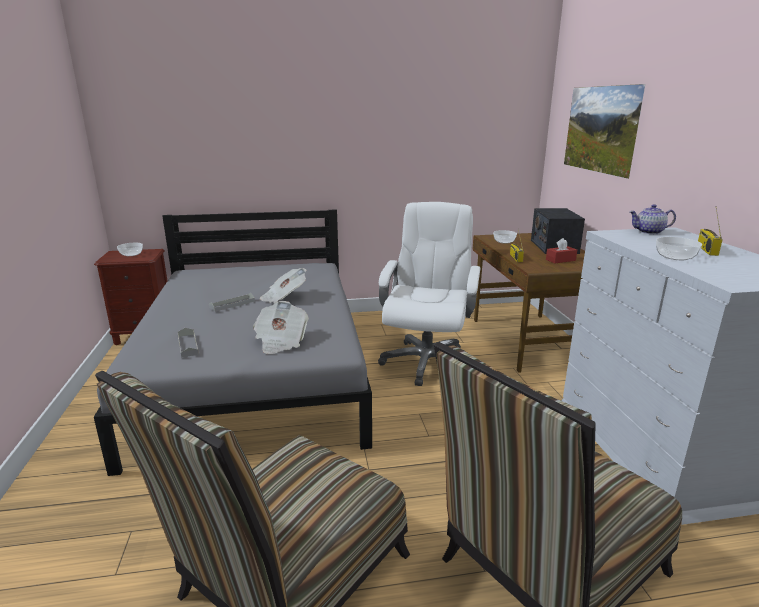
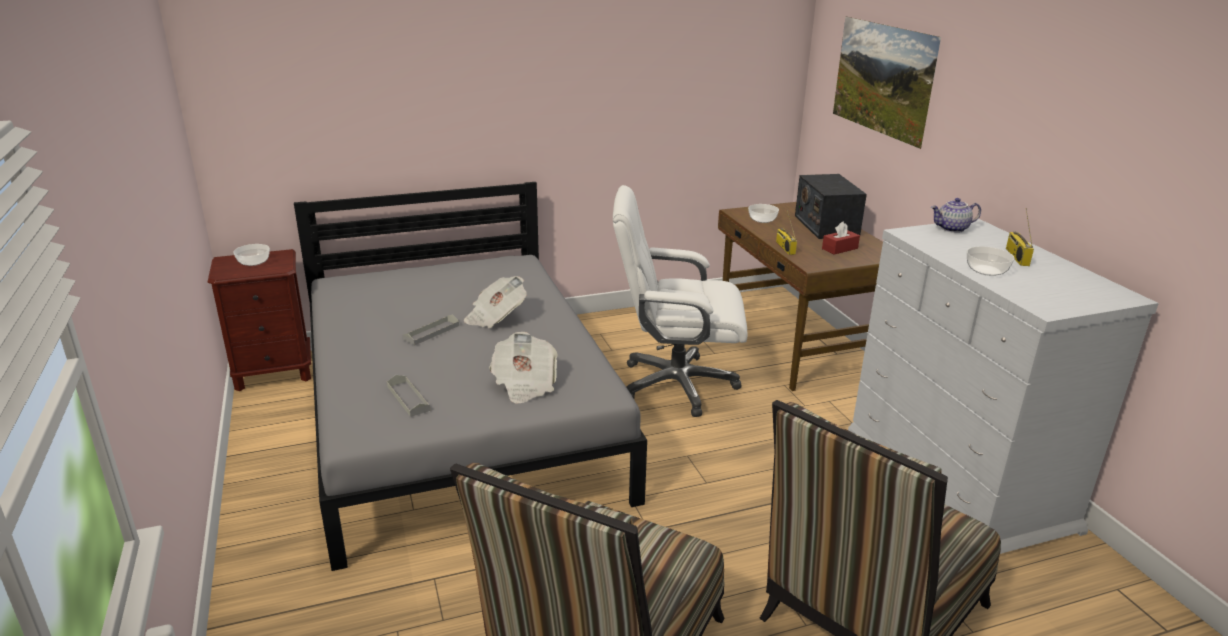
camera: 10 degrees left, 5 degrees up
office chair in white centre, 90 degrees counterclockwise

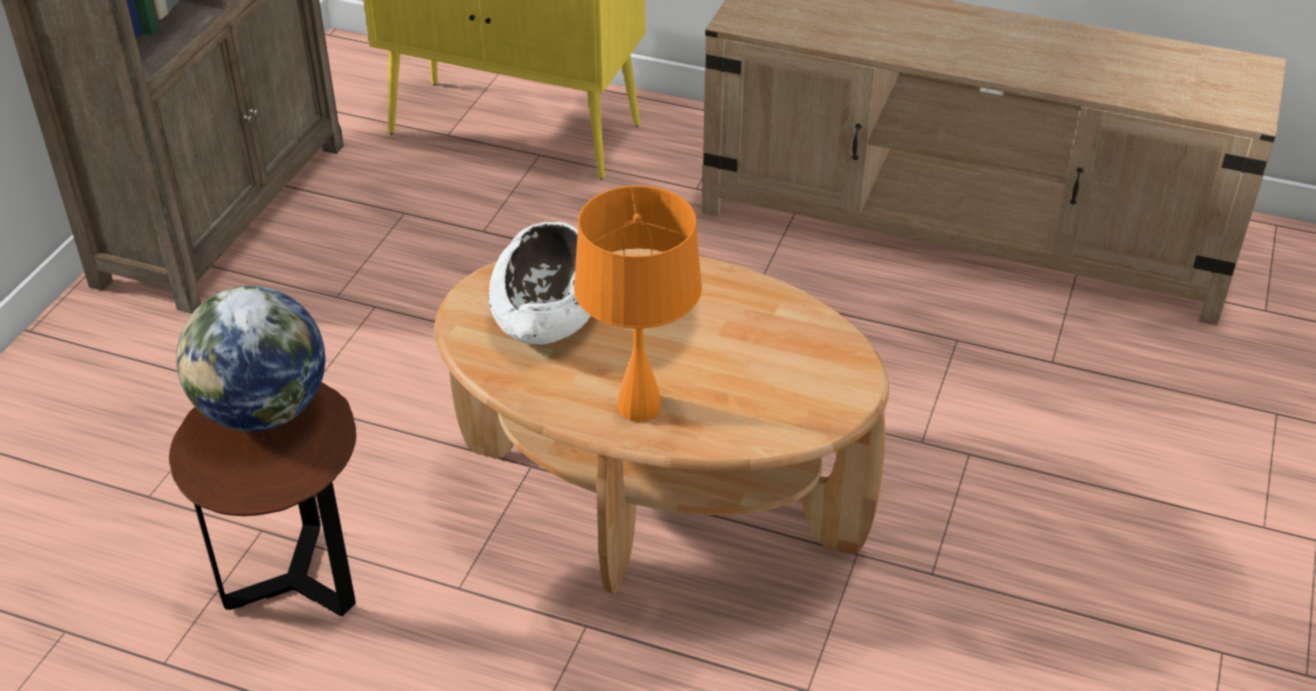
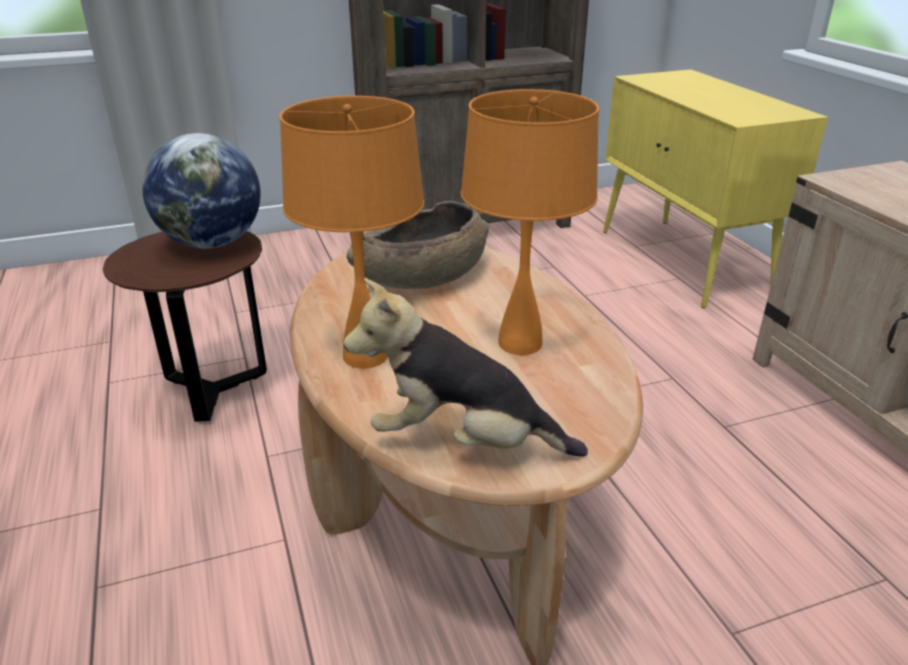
camera: 50 degrees right, 10 degrees down
none -> plush toy centre
none -> table lamp in orange (no. 2 from left) centre
bowl in white centre -> bowl in brown centre

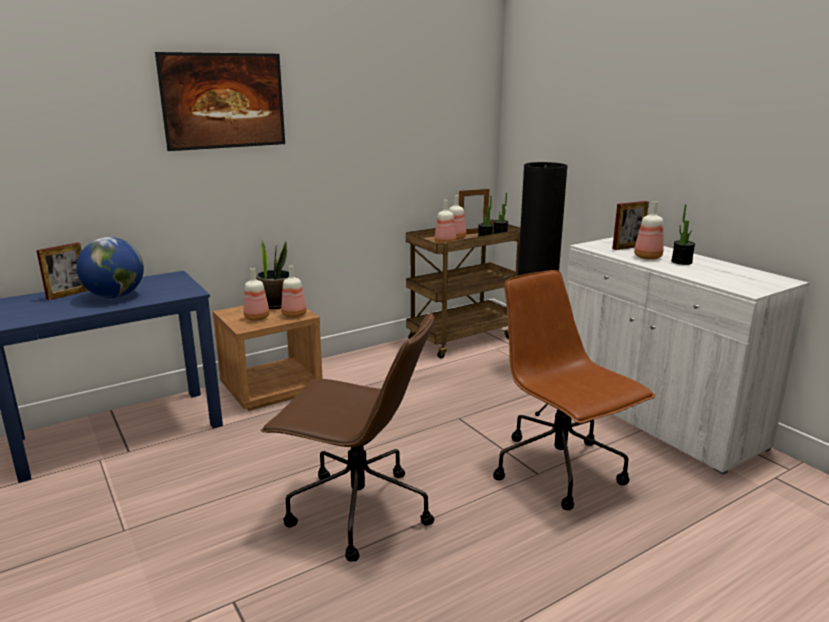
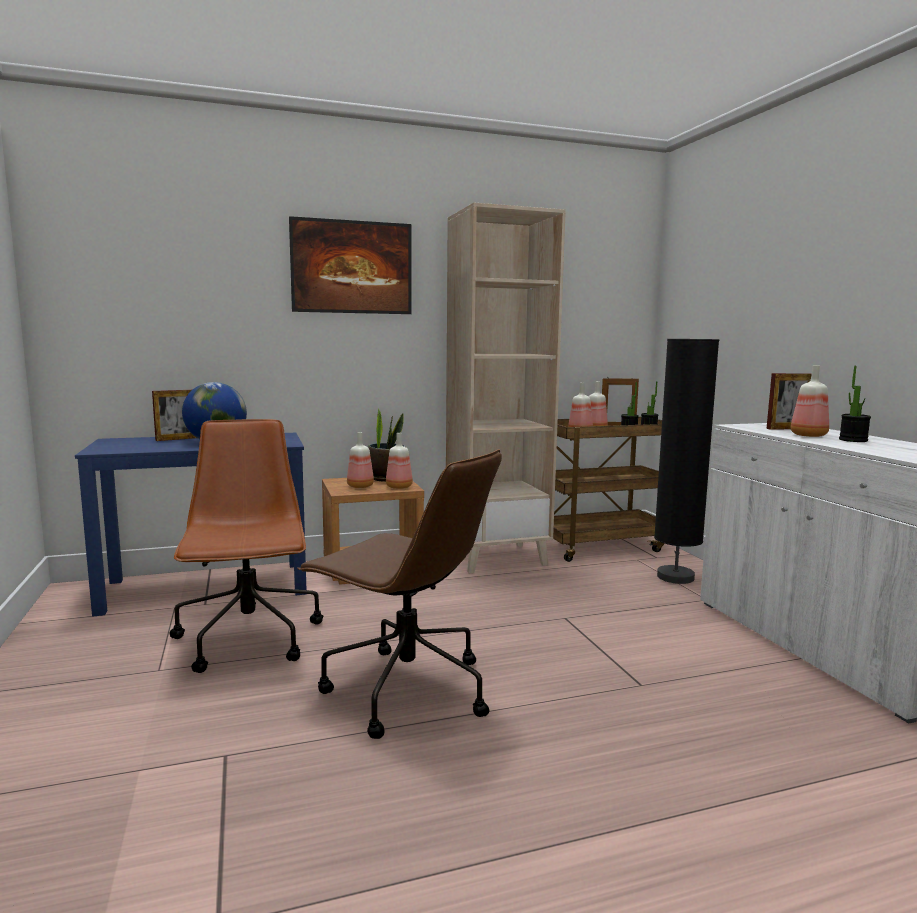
camera: 15 degrees right, 10 degrees down
none -> bookcase in beige centre
office chair in brown (no. 2 from left in the first image) middle right -> office chair in brown (no. 1 from left) middle left, shifted

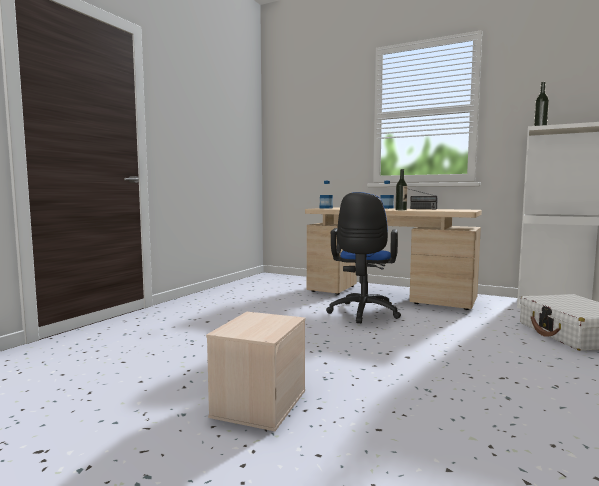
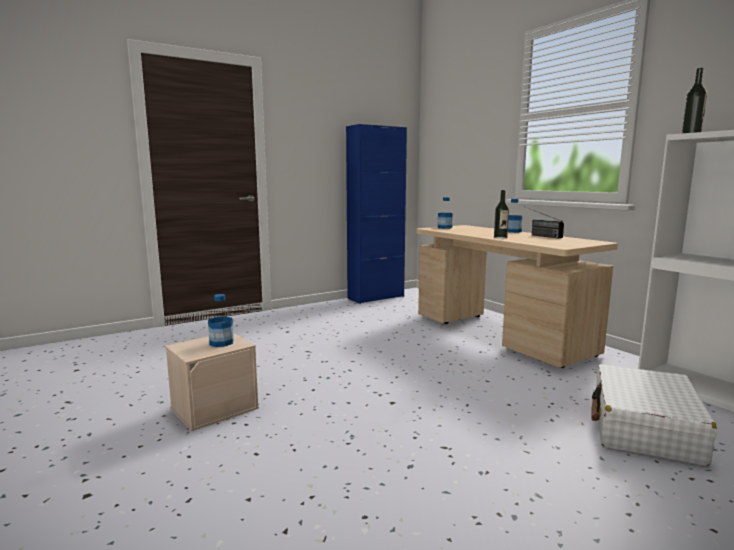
camera: 30 degrees right, 5 degrees up
office chair in blue centre -> none
none -> bottle (no. 1 from left) middle left
none -> cabinet in blue centre

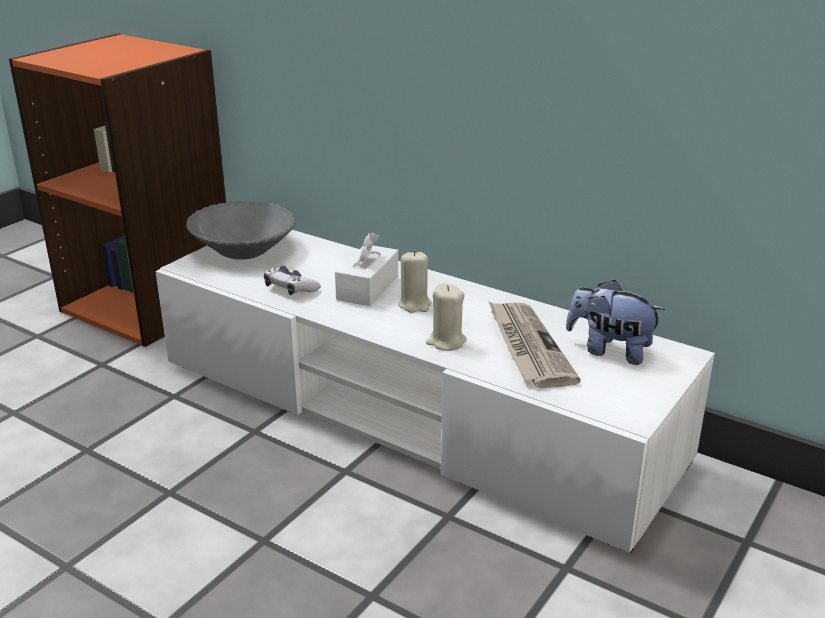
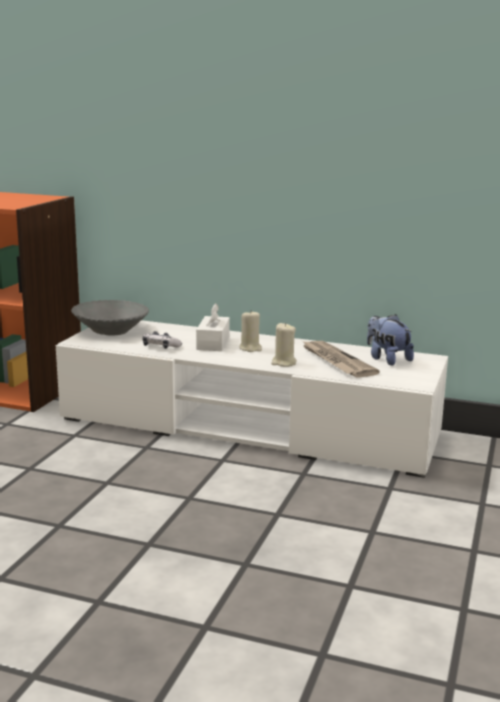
camera: 15 degrees left, 10 degrees down
plush toy middle right, 45 degrees clockwise

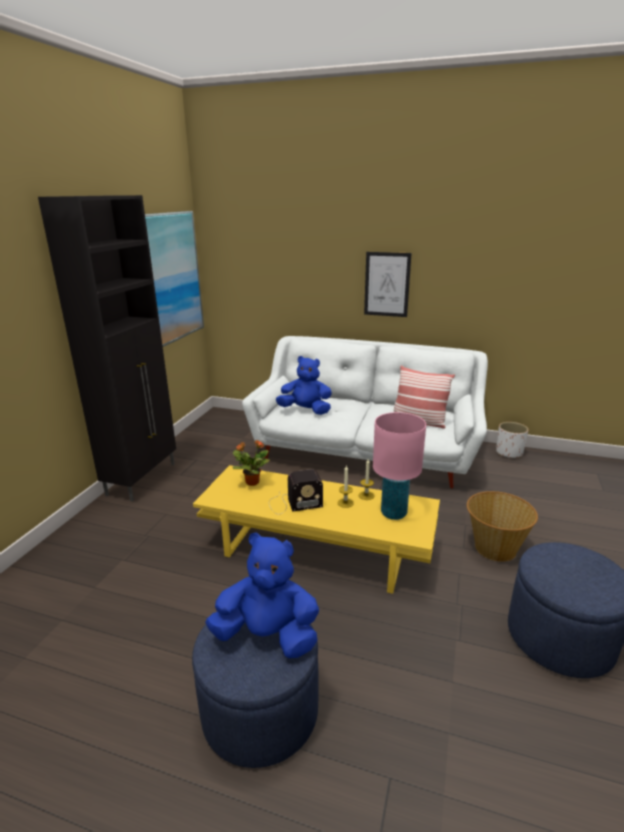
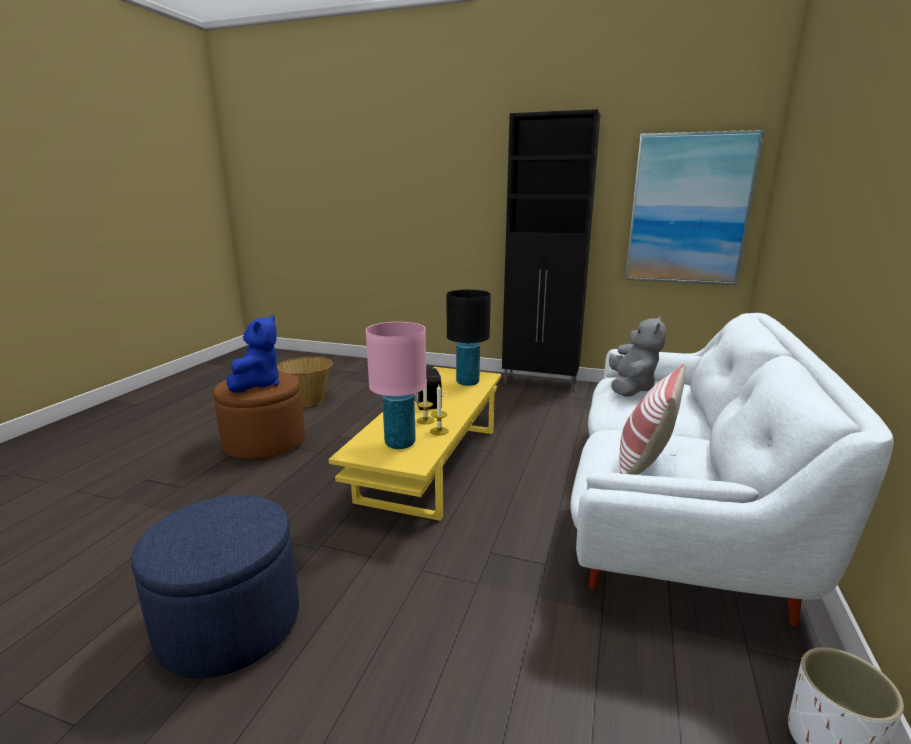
camera: 90 degrees right, 5 degrees down
picture (no. 2 from left) centre -> none
basket middle right -> basket centre, shifted
potted plant centre -> table lamp in black centre
ottoman in blue (no. 1 from left) bottom centre -> ottoman in brown middle left
plush toy in blue (no. 2 from left) centre -> plush toy in grey middle right

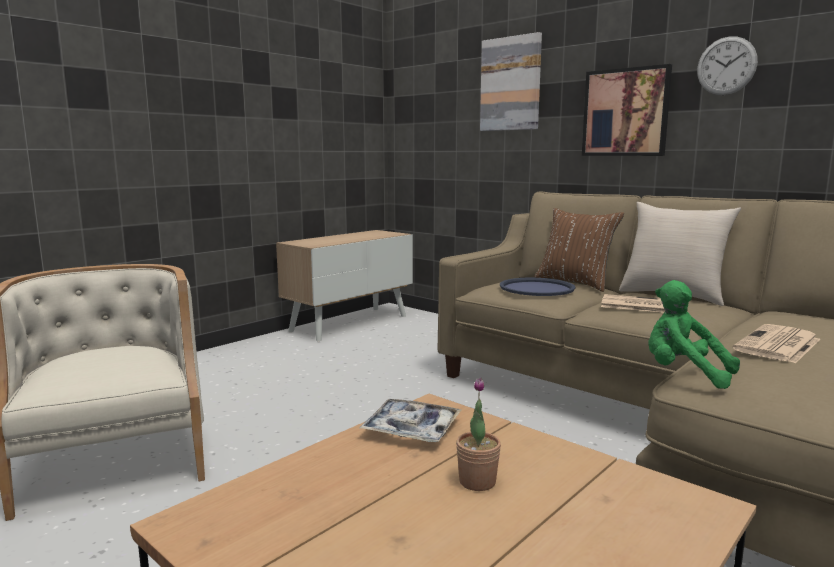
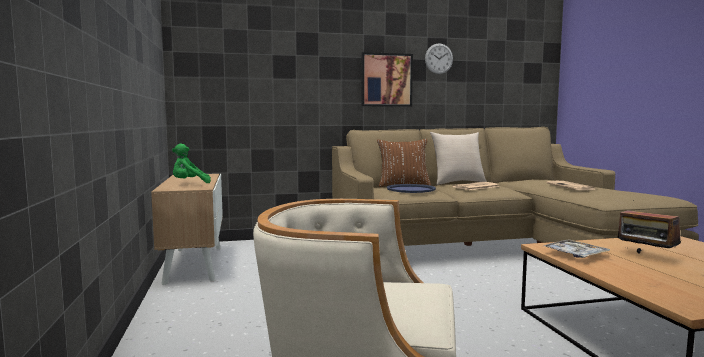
camera: 55 degrees left, 5 degrees down
picture (no. 1 from left) top centre -> none
plush toy in green middle right -> plush toy in green middle left, shifted
potted plant bottom centre -> radio middle right

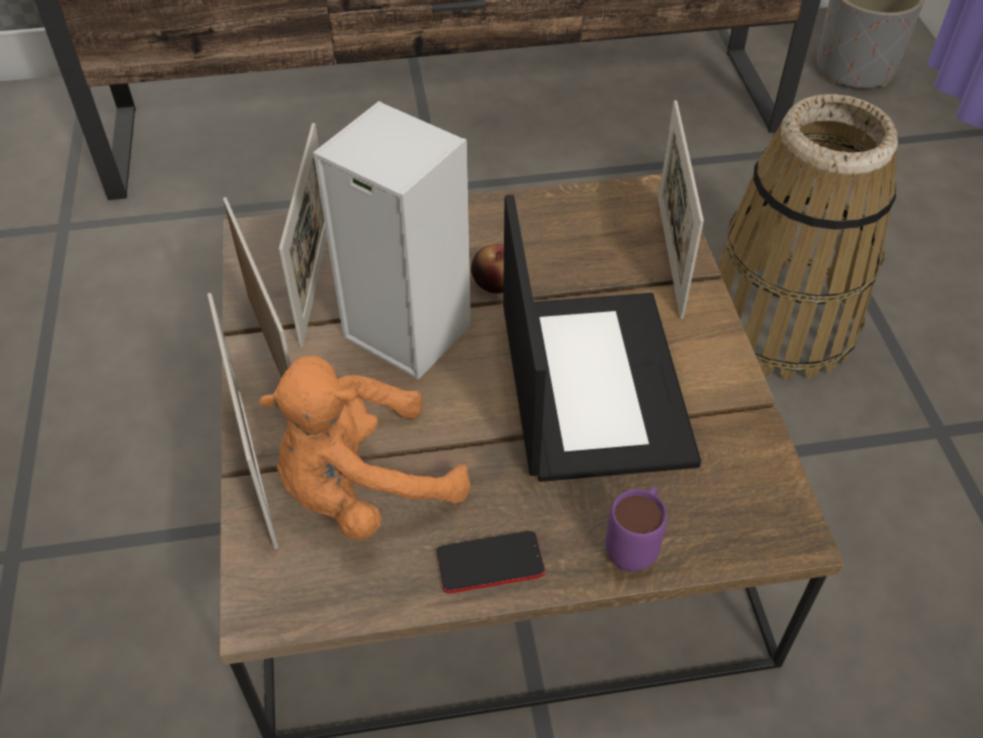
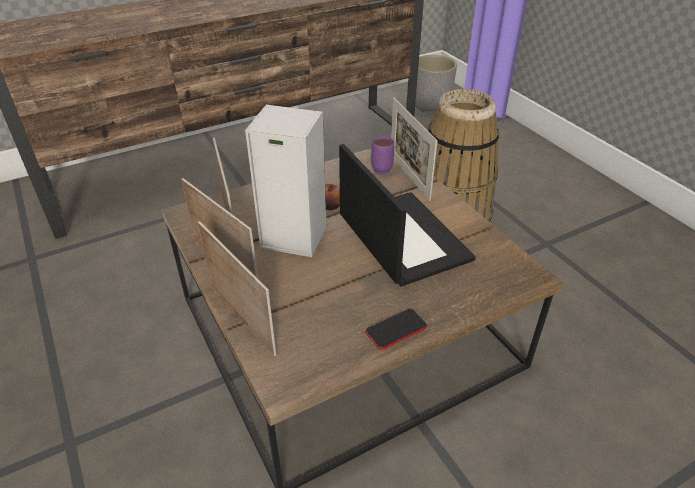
camera: 20 degrees left, 10 degrees down
plush toy in orange centre -> none
mug in purple bottom centre -> mug in purple top centre, shifted

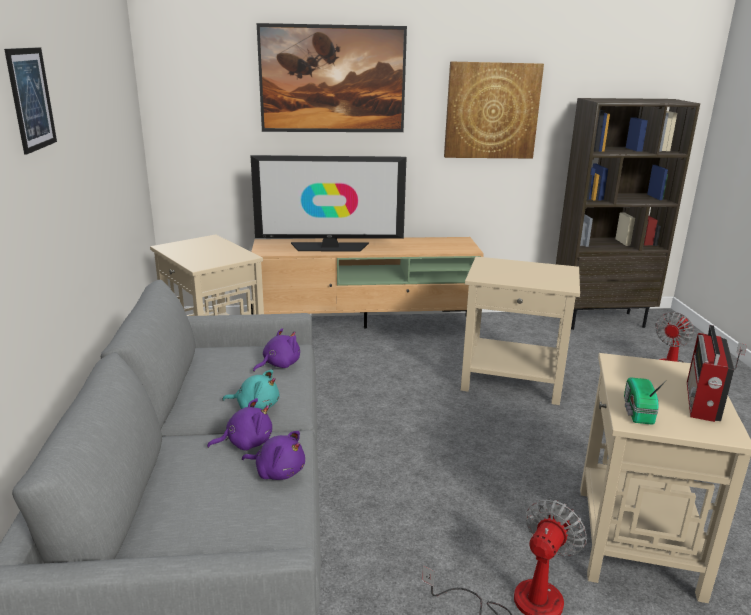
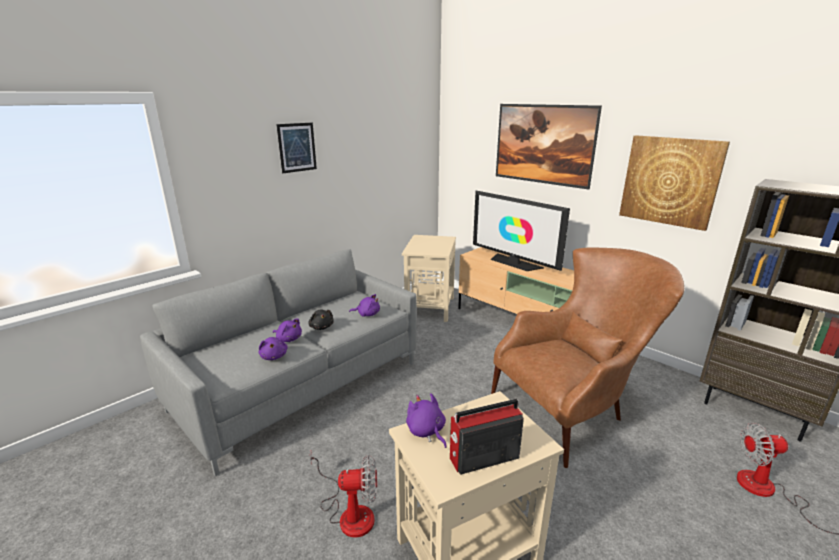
camera: 50 degrees right, 0 degrees up
side table in beige (no. 2 from left) middle right -> armchair in brown middle right
radio (no. 1 from left) middle right -> plush toy in purple (no. 4 from left) bottom centre
plush toy in turquoise centre -> plush toy in black centre

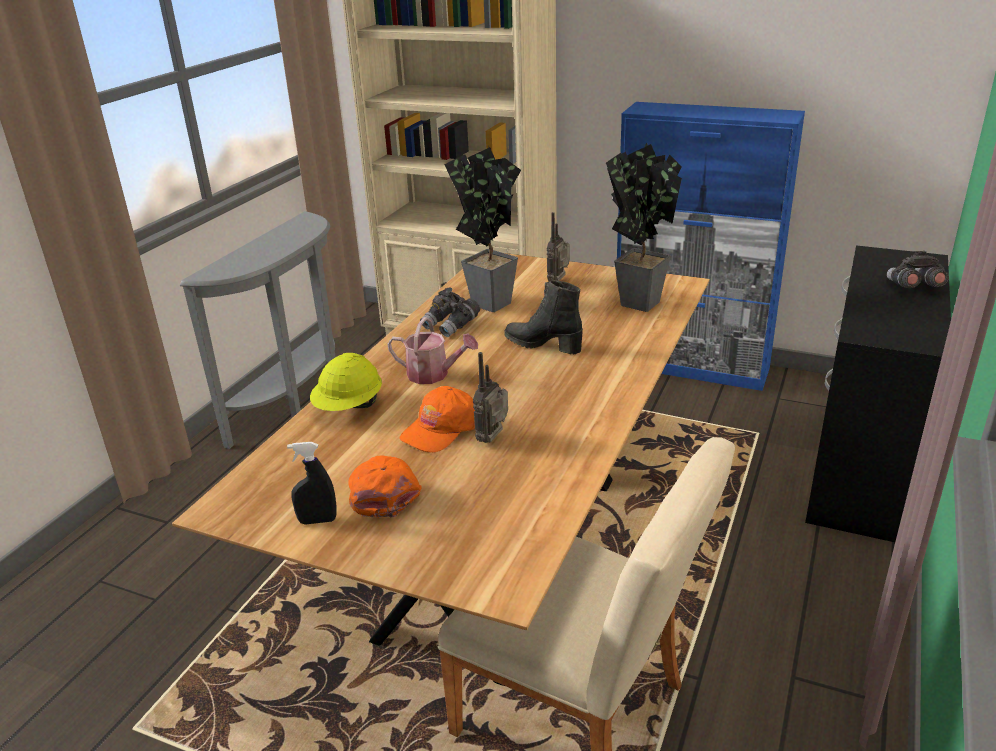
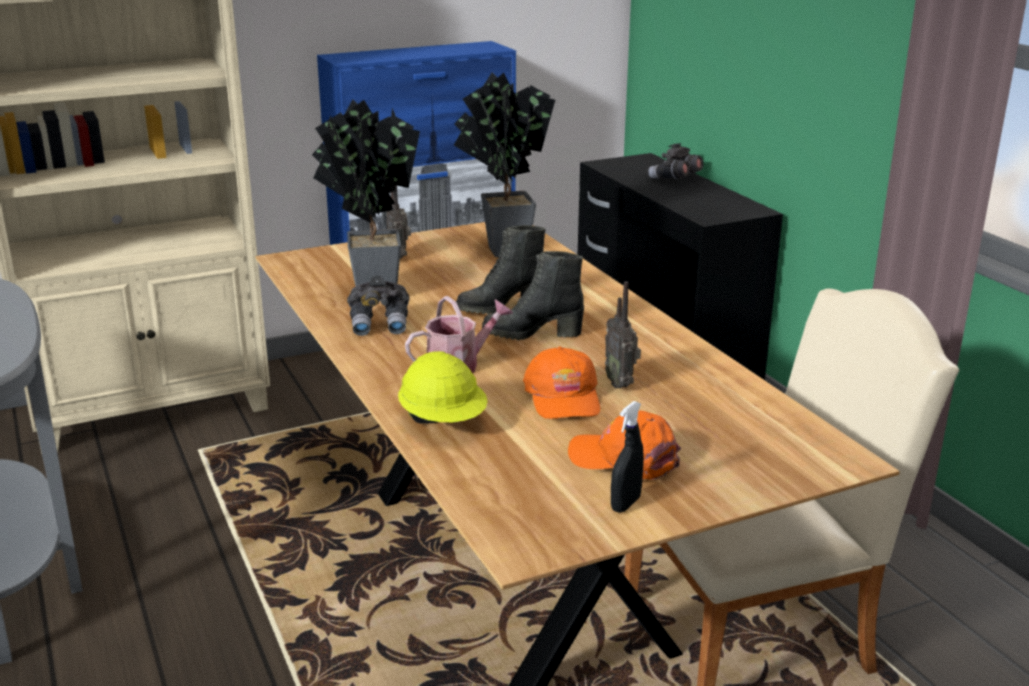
camera: 50 degrees left, 5 degrees down
none -> boot in black (no. 2 from left) centre

